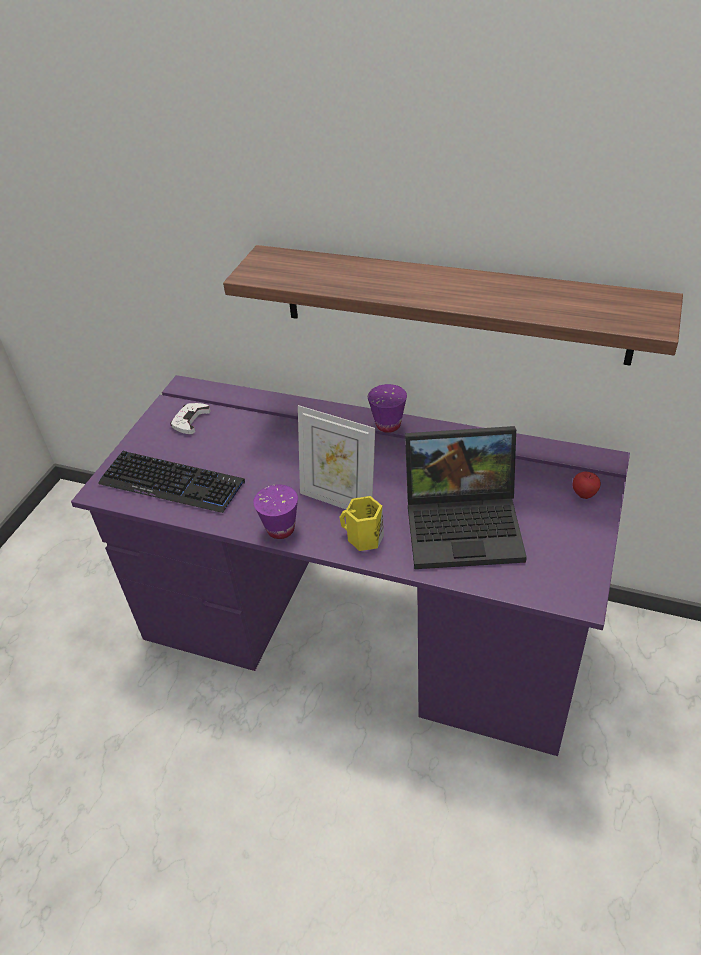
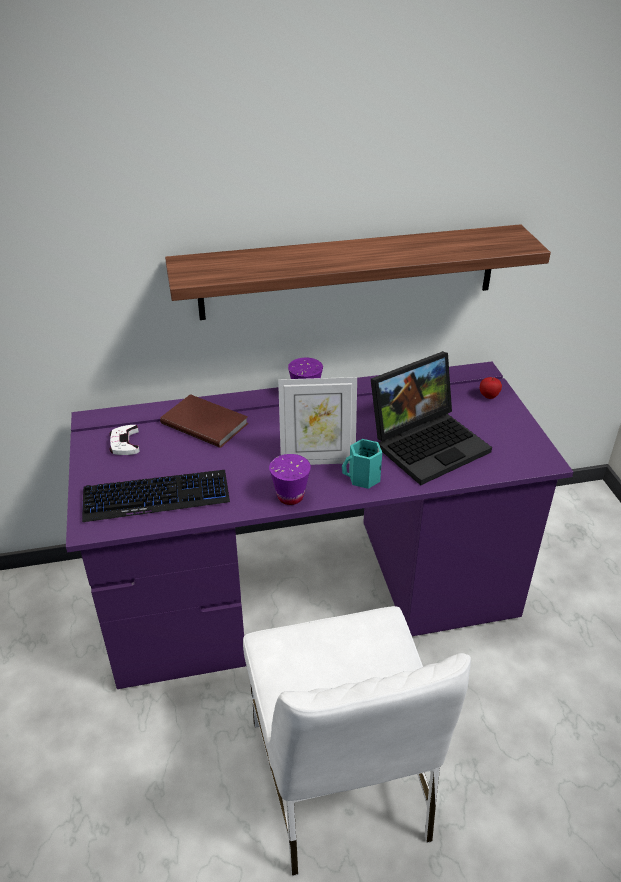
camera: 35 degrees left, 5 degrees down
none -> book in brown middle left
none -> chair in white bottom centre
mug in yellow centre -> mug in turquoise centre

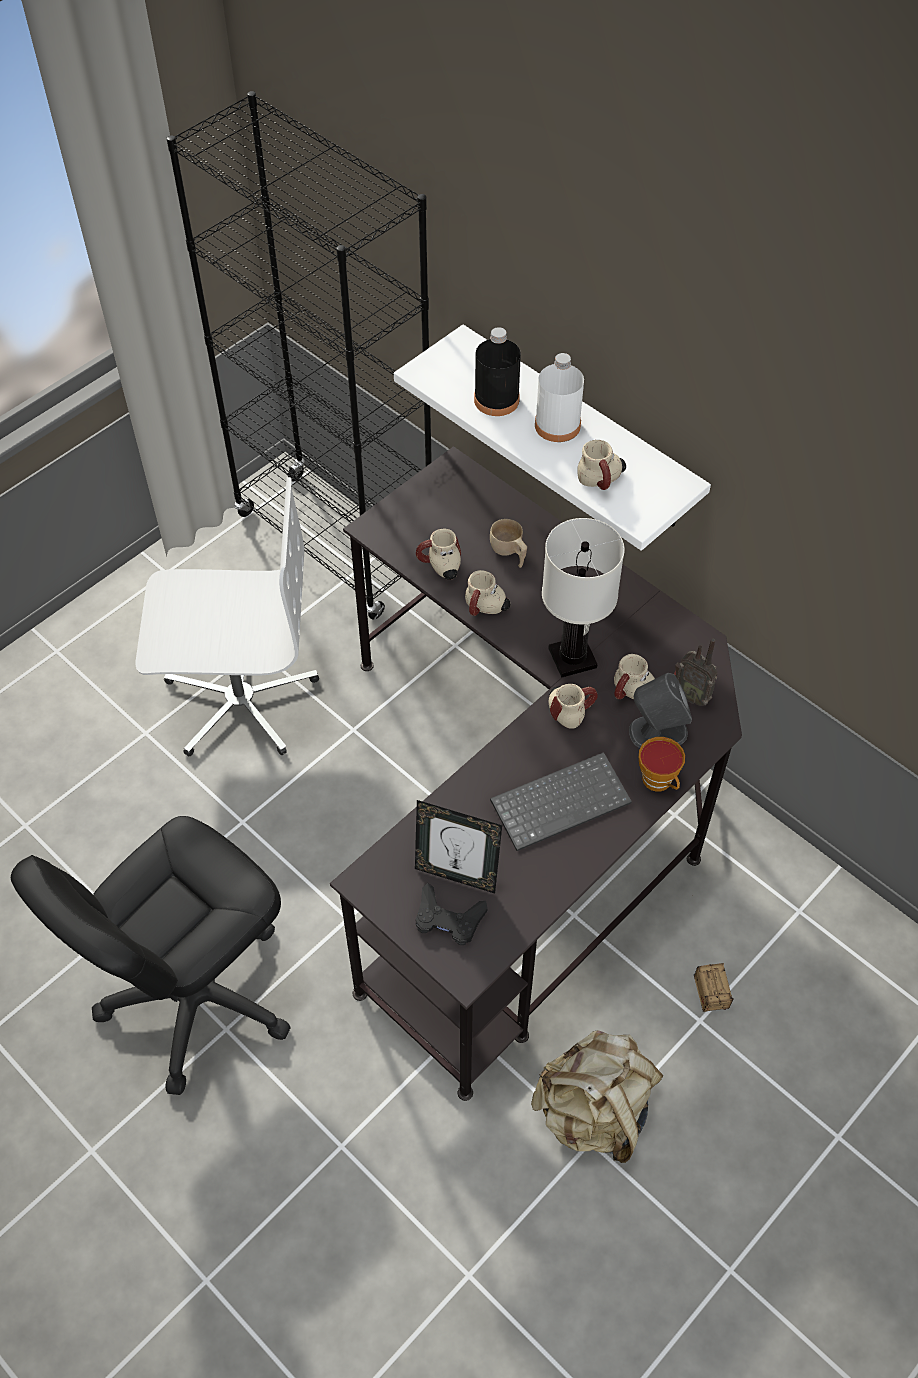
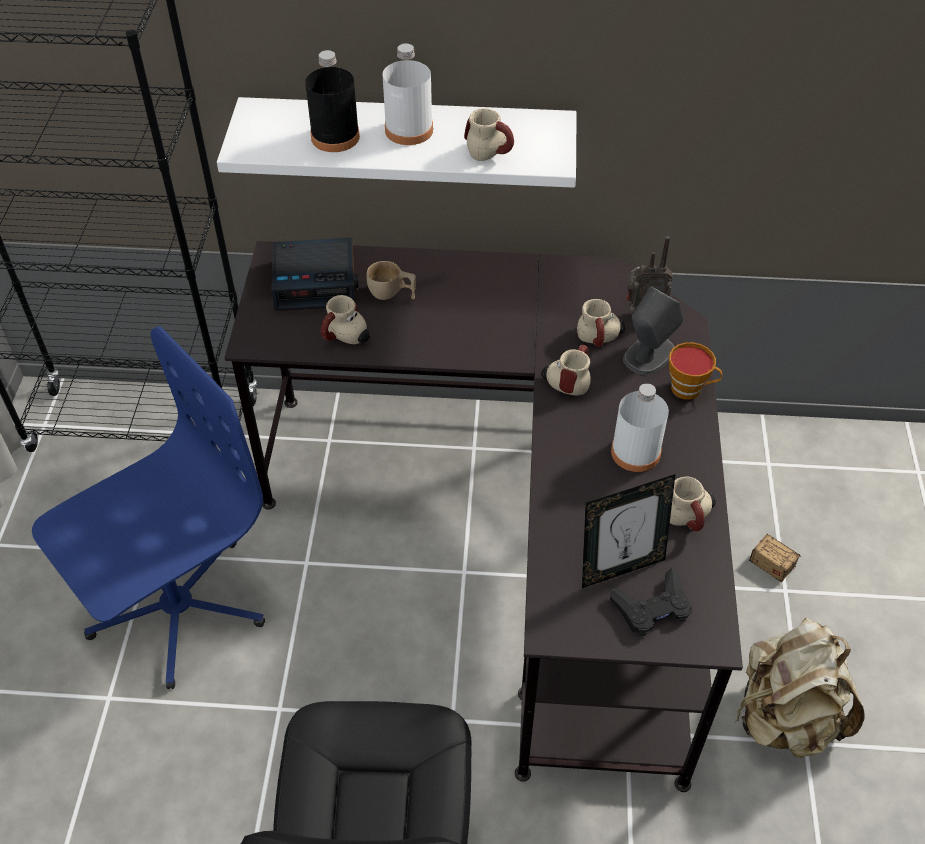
camera: 40 degrees left, 5 degrees down
table lamp in white centre -> none
none -> alarm clock top centre
mug (no. 2 from left in the first image) centre -> mug (no. 5 from left) middle right, shifted
keyboard centre -> bottle in white (no. 2 from left) middle right
office chair in white middle left -> office chair in blue middle left

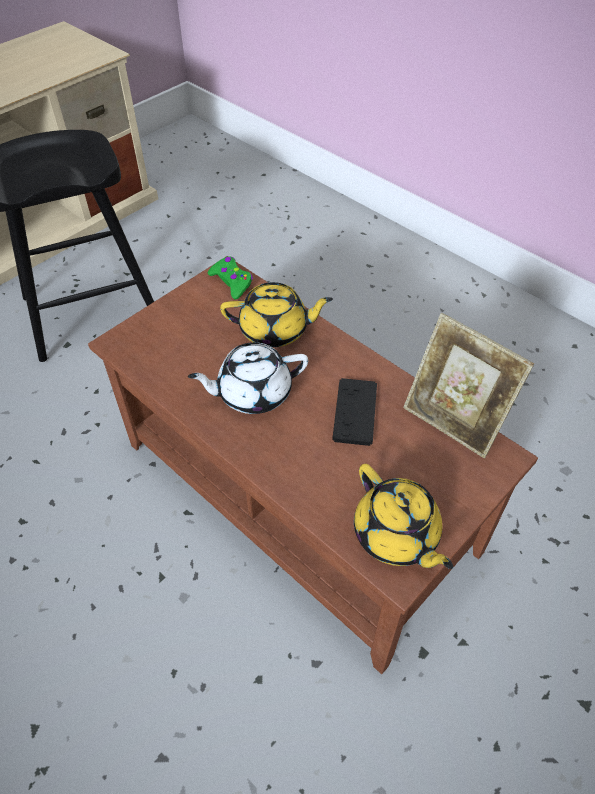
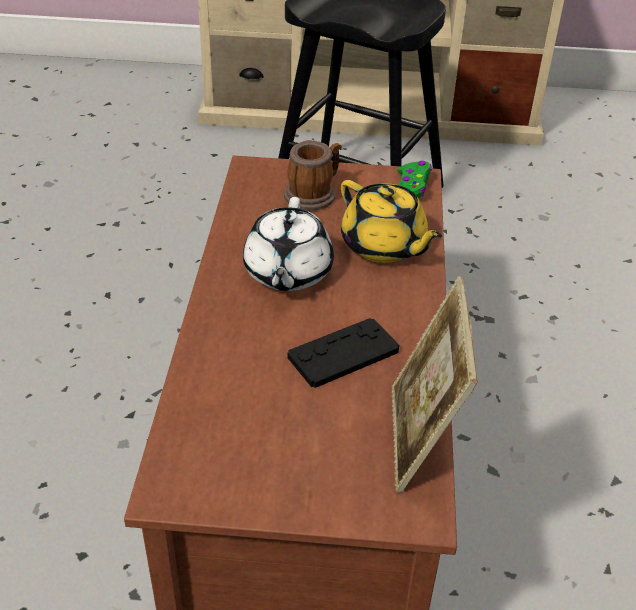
camera: 50 degrees right, 10 degrees down
teapot in yellow (no. 2 from left) middle right -> none
none -> mug top centre
teapot in white centre, 120 degrees counterclockwise

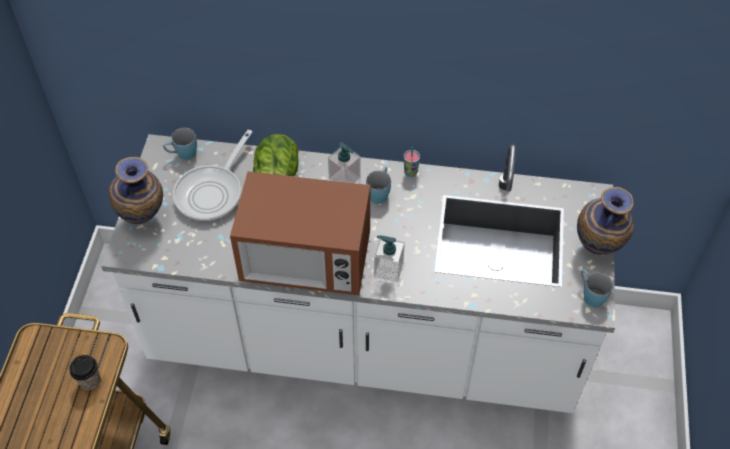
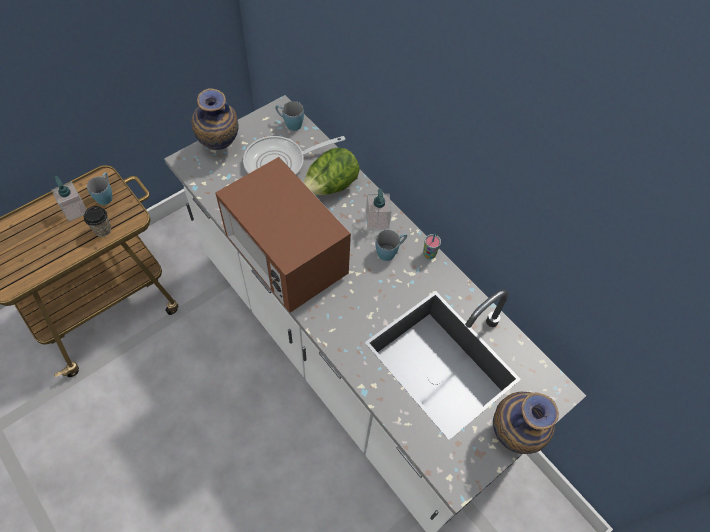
camera: 40 degrees right, 5 degrees up
soap dispenser (no. 2 from left in the first image) centre -> soap dispenser (no. 1 from left) middle left, shifted
mug in blue (no. 3 from left in the first image) middle right -> mug in blue (no. 1 from left) middle left, shifted

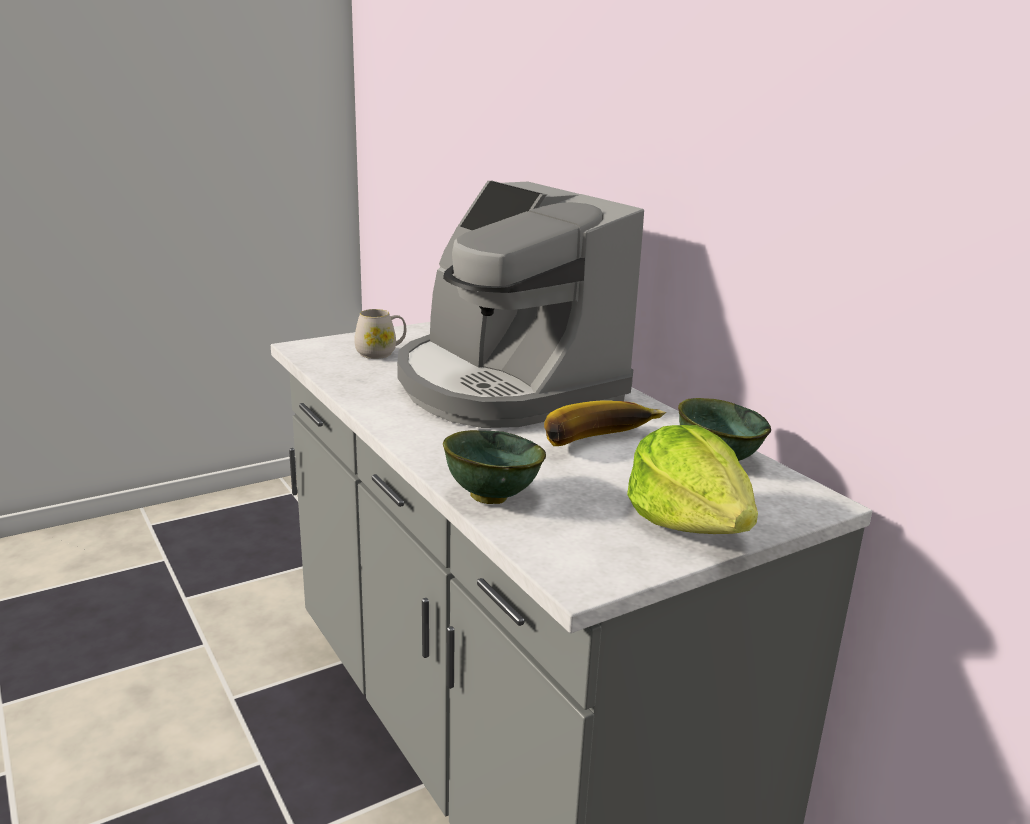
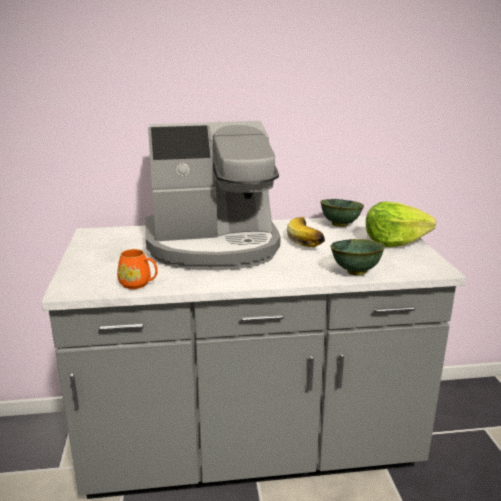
camera: 65 degrees left, 0 degrees up
mug in white centre -> none
none -> mug in orange middle left

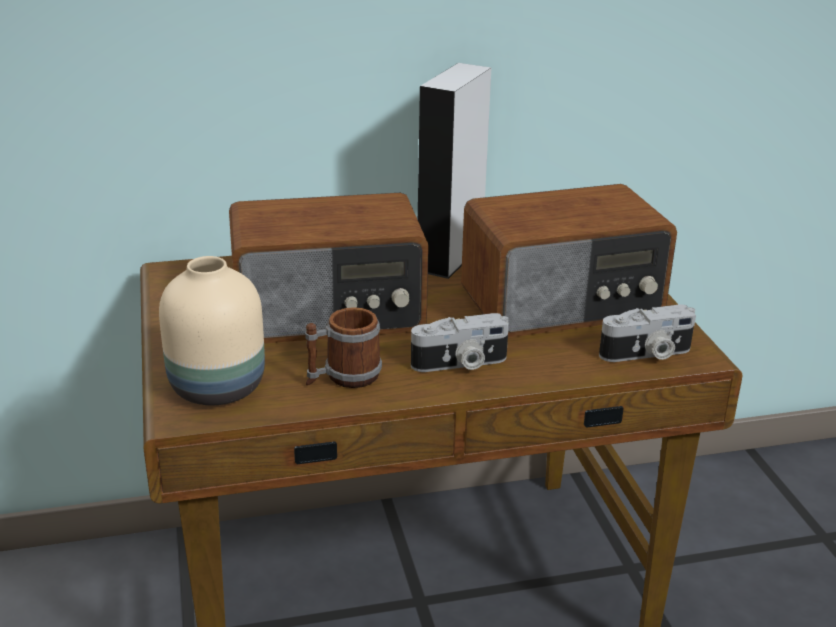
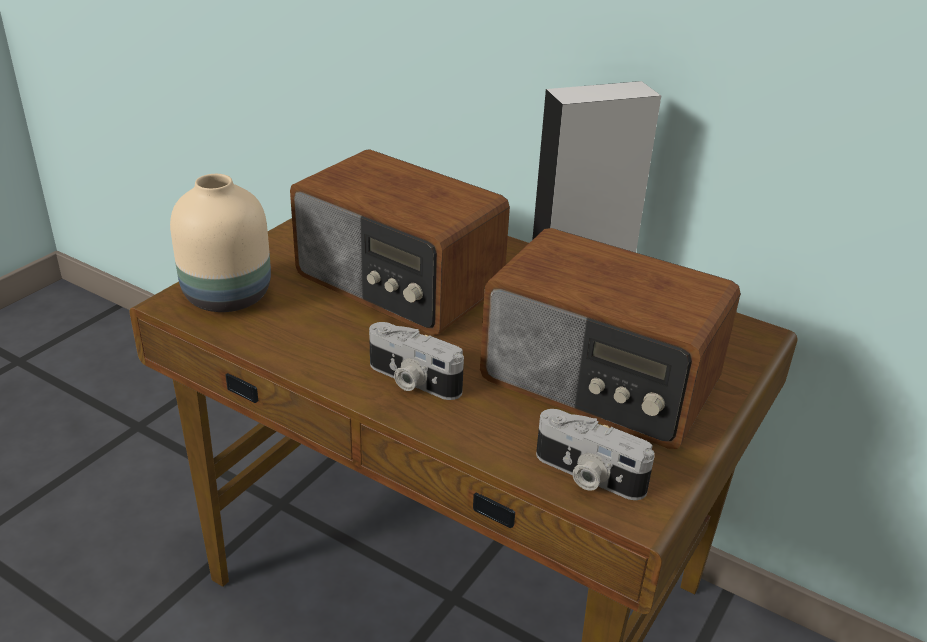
camera: 45 degrees right, 5 degrees up
mug centre -> none

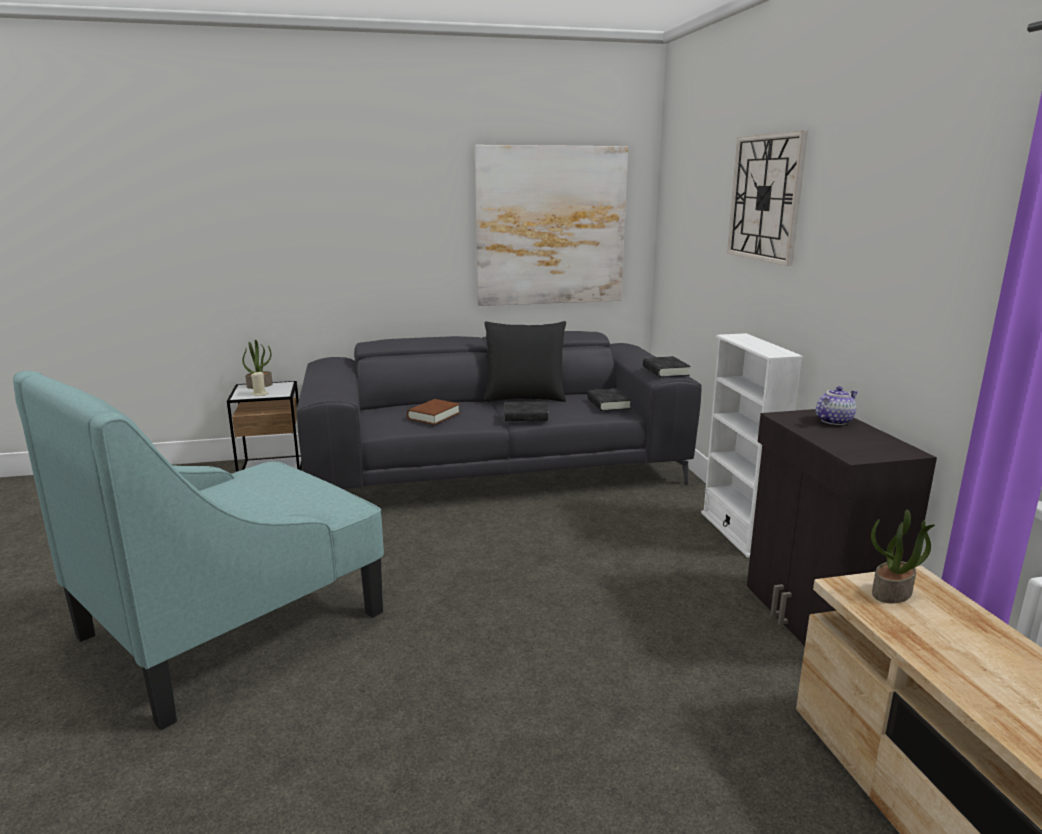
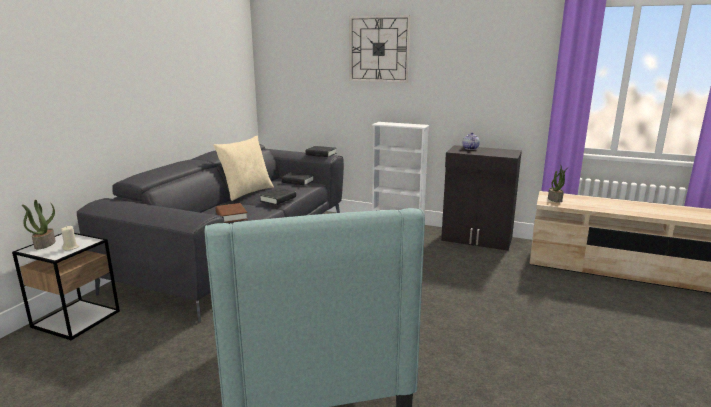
camera: 55 degrees left, 0 degrees up
picture top centre -> none
pillow in black centre -> pillow in beige centre

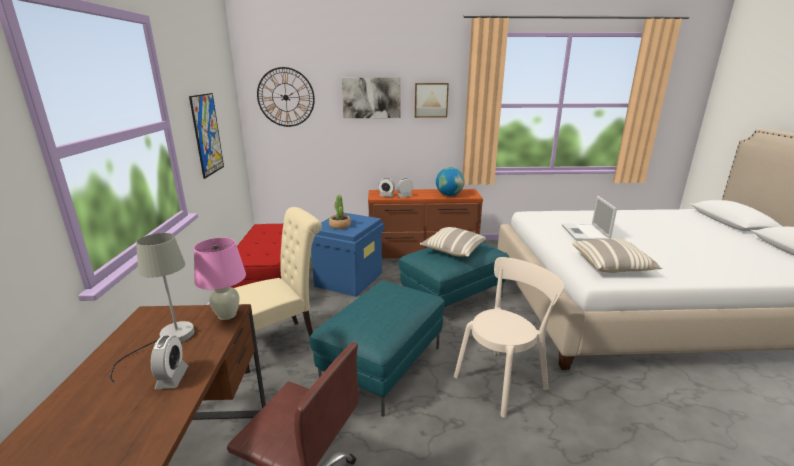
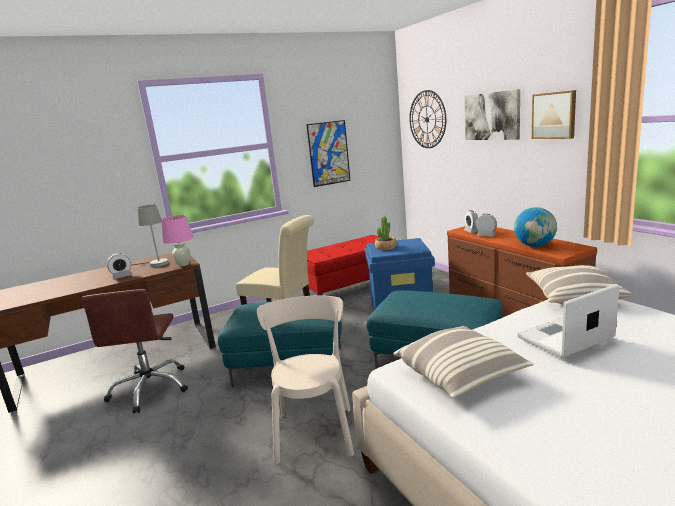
camera: 65 degrees right, 5 degrees down
pillow (no. 1 from left in the first image) centre -> pillow (no. 2 from left) middle right, shifted
chair in beige (no. 2 from left) bottom centre, 120 degrees counterclockwise

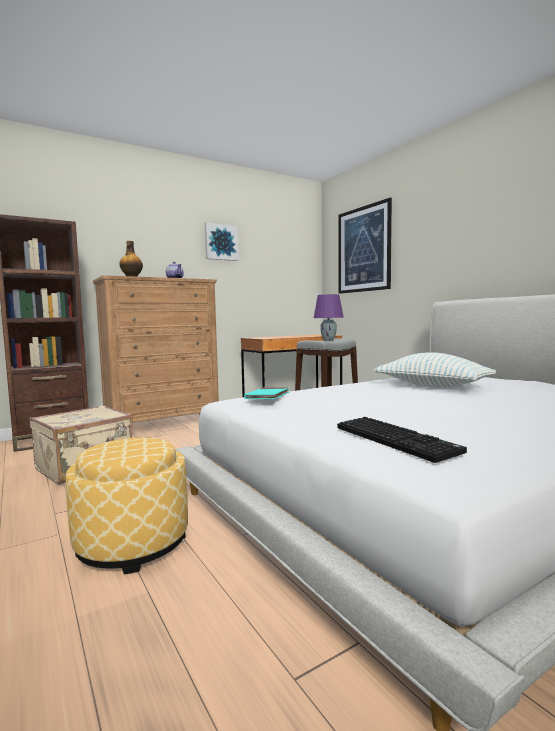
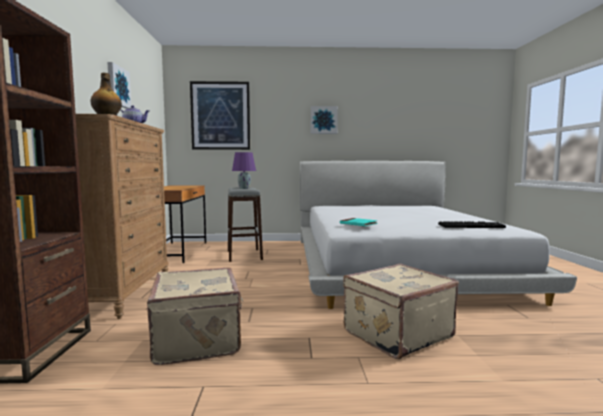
camera: 60 degrees left, 0 degrees up
pillow middle right -> none
none -> picture (no. 3 from left) top centre
ottoman bottom left -> suitcase in beige (no. 2 from left) bottom centre

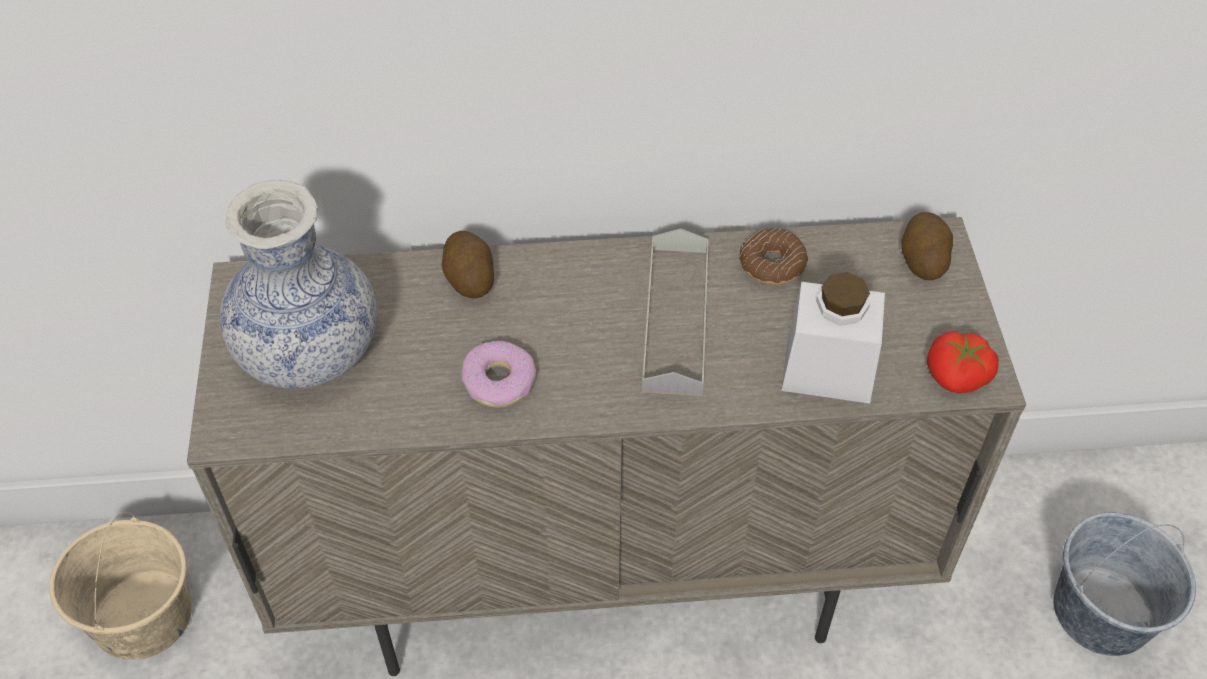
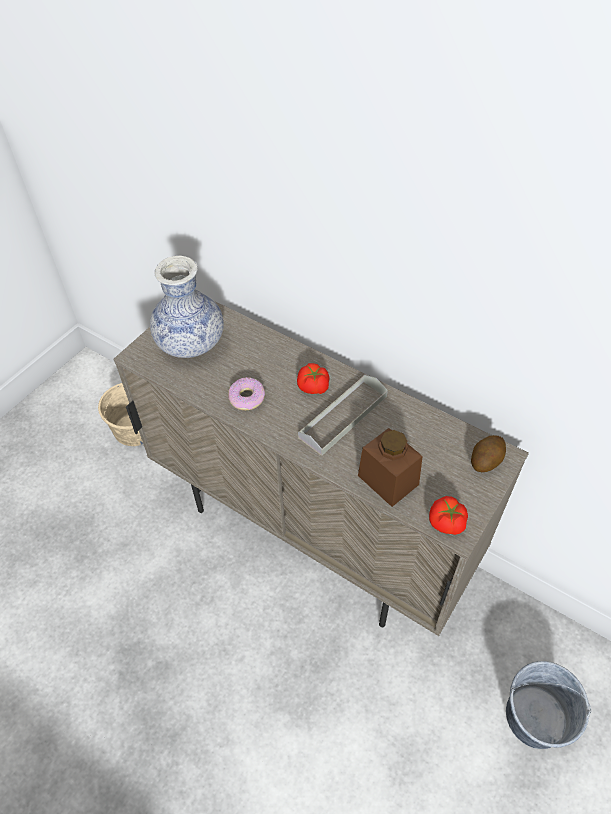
camera: 40 degrees right, 0 degrees up
potato (no. 1 from left) centre -> none
donut (no. 2 from left) centre -> none
none -> tomato (no. 1 from left) centre
jar in white middle right -> jar in brown centre

